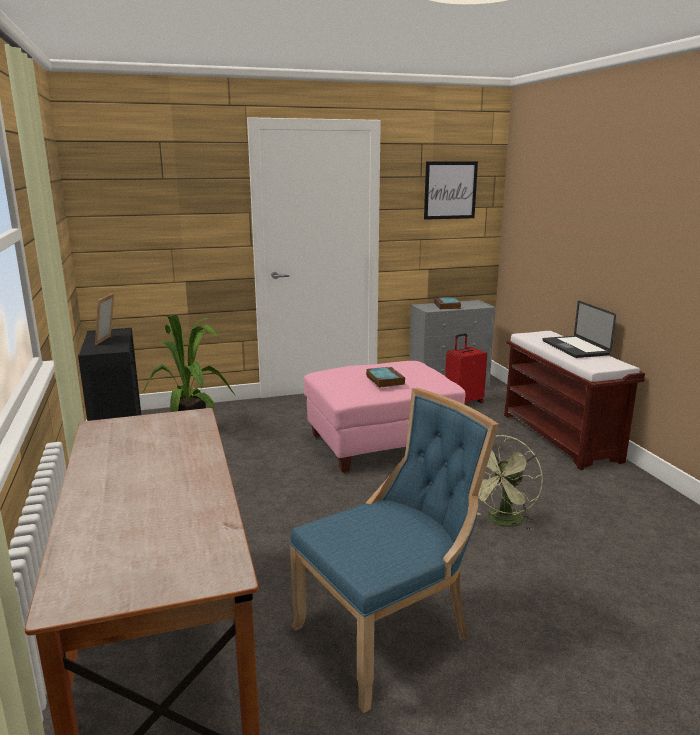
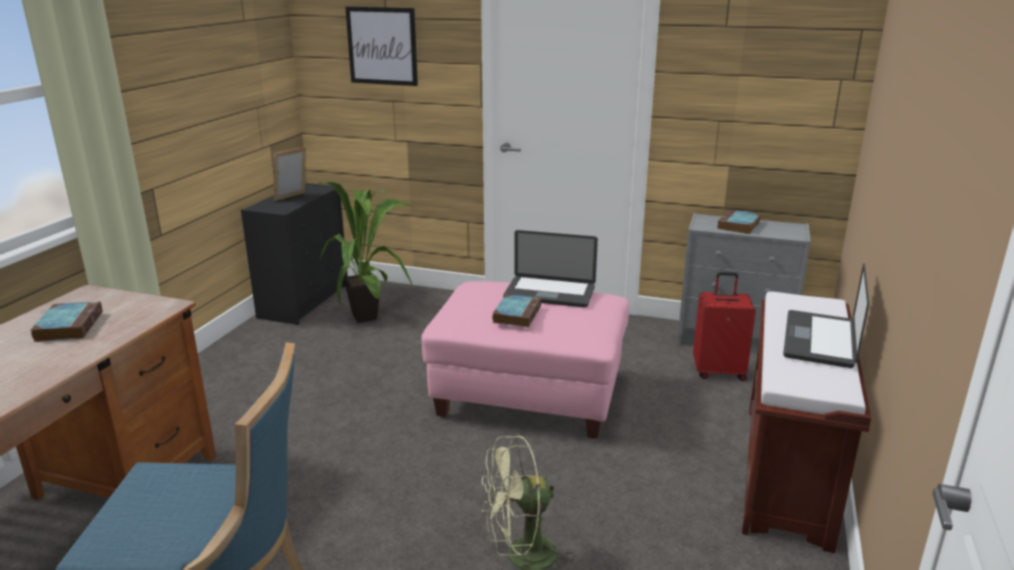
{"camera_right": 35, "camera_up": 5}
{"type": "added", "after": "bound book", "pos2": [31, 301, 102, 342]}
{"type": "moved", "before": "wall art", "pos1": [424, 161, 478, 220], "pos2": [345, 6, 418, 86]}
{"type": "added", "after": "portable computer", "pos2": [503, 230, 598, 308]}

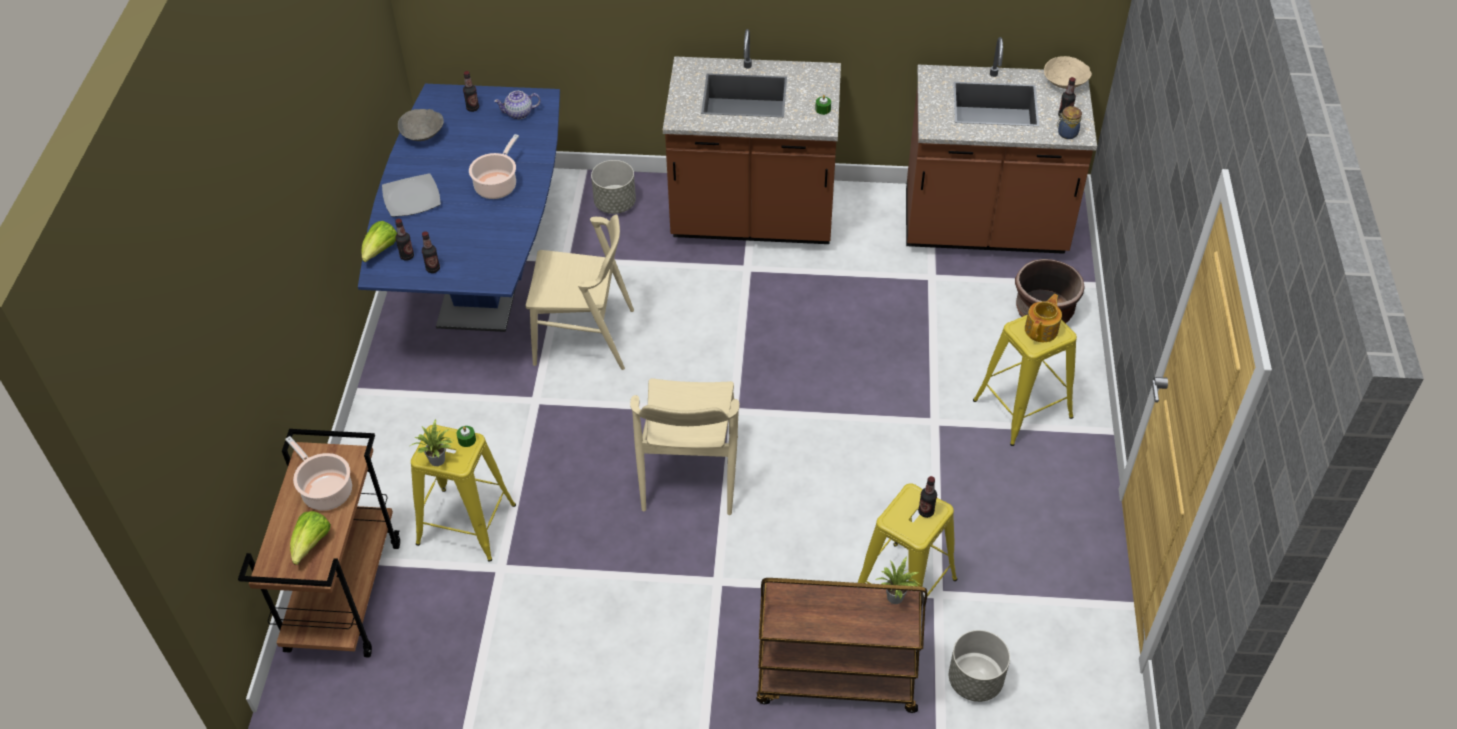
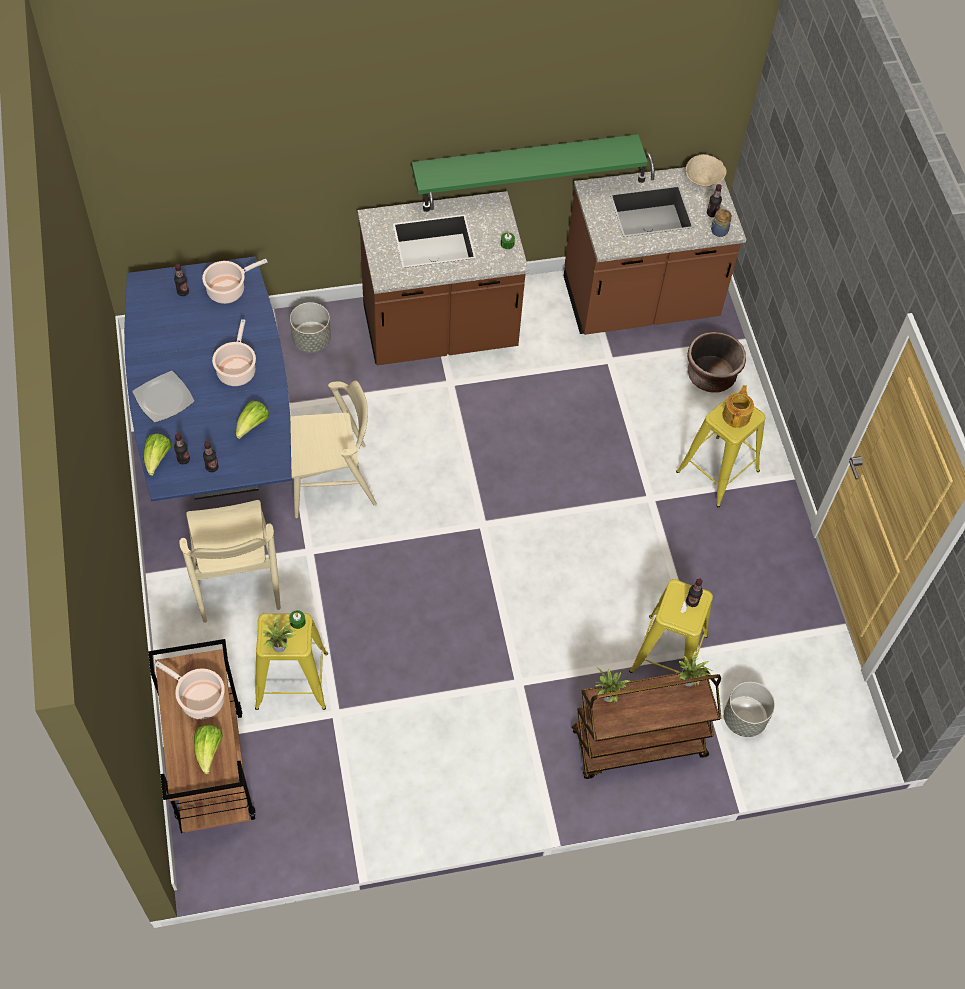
{"camera_right": -20, "camera_up": 10}
{"type": "moved", "before": "sand-coloured upright chair", "pos1": [630, 378, 739, 515], "pos2": [179, 500, 281, 623]}
{"type": "replaced", "before": "tea pot", "after": "stockpot", "pos1": [494, 91, 541, 119], "pos2": [202, 259, 268, 304]}
{"type": "added", "after": "lettuce", "pos2": [236, 401, 270, 439]}
{"type": "added", "after": "green-coloured shelf", "pos2": [412, 134, 648, 195]}
{"type": "added", "after": "houseplant", "pos2": [595, 668, 630, 702]}
{"type": "removed", "before": "greyish bowl", "pos1": [398, 109, 444, 141]}

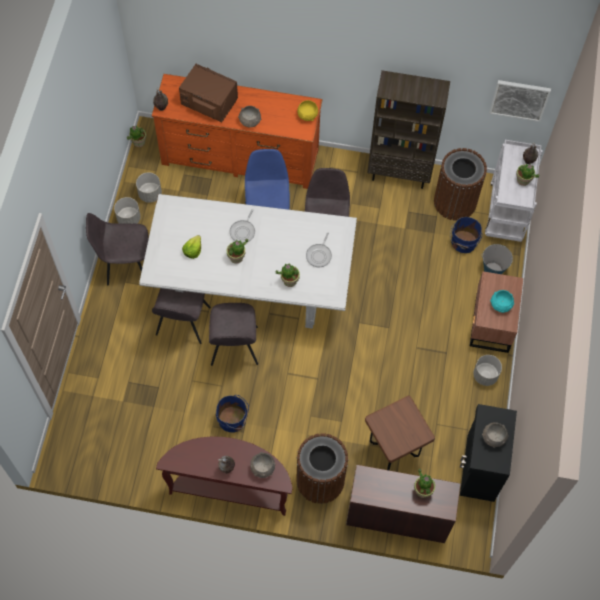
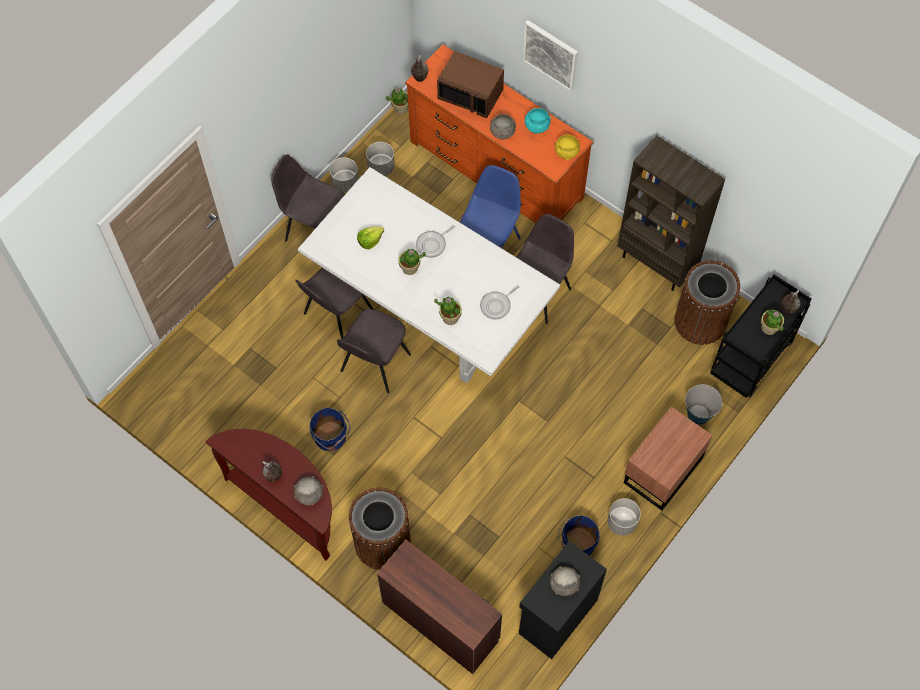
{"camera_right": 30, "camera_up": 0}
{"type": "turned", "before": "brown-coloured kitchen microwave", "pos1": [179, 64, 238, 122], "pos2": [437, 50, 504, 118], "turn": 150}
{"type": "moved", "before": "wall art", "pos1": [489, 80, 551, 122], "pos2": [523, 20, 578, 91]}
{"type": "moved", "before": "turquoise bowl", "pos1": [490, 290, 514, 313], "pos2": [525, 108, 551, 134]}
{"type": "moved", "before": "blue bucket", "pos1": [450, 217, 482, 253], "pos2": [558, 515, 600, 555]}
{"type": "recoloured", "before": "white-coloured cart", "after": "black cart", "pos1": [485, 140, 543, 242], "pos2": [710, 274, 812, 398]}
{"type": "removed", "before": "brown-coloured stool seat", "pos1": [365, 396, 435, 470]}
{"type": "removed", "before": "houseplant", "pos1": [414, 469, 435, 498]}

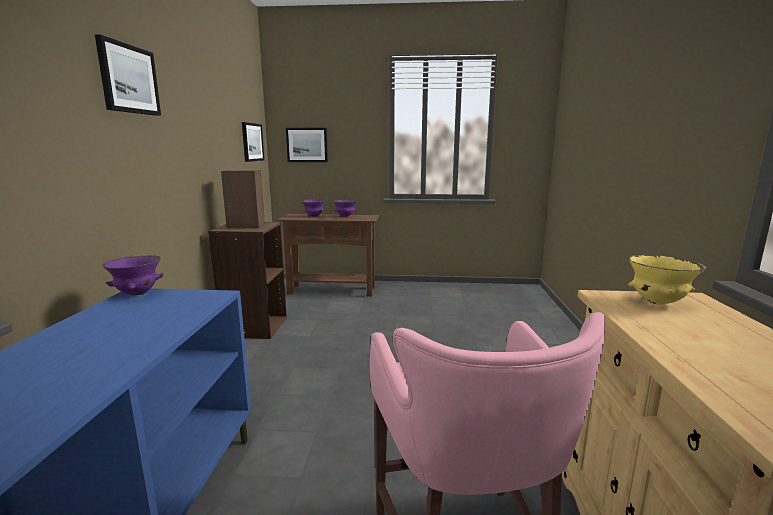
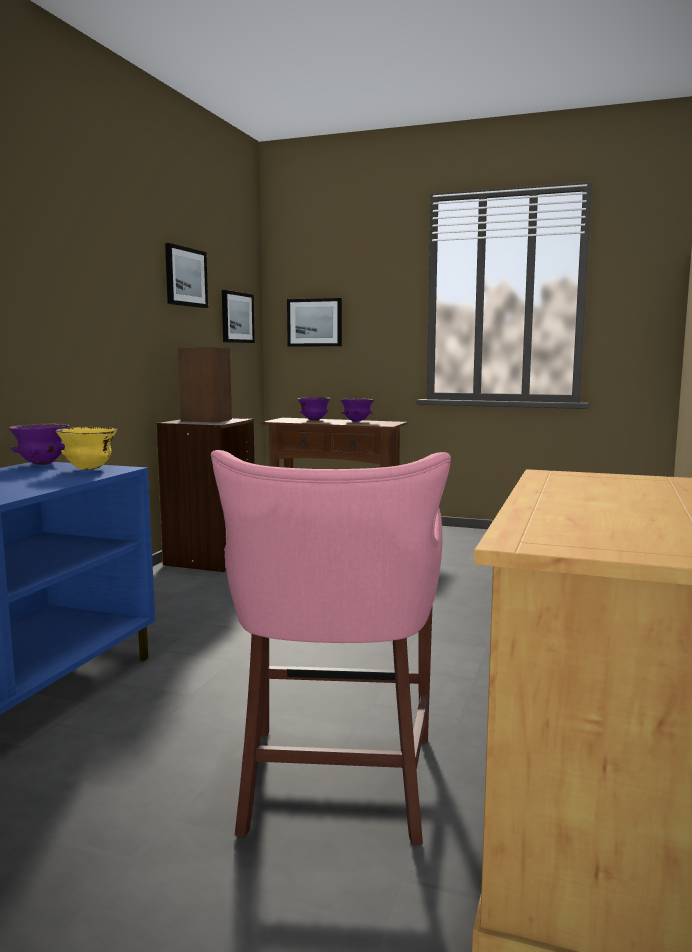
{"camera_right": 15, "camera_up": -5}
{"type": "moved", "before": "yellowish bowl", "pos1": [628, 255, 706, 305], "pos2": [56, 427, 117, 470]}
{"type": "moved", "before": "wall art", "pos1": [95, 35, 161, 116], "pos2": [165, 243, 208, 308]}

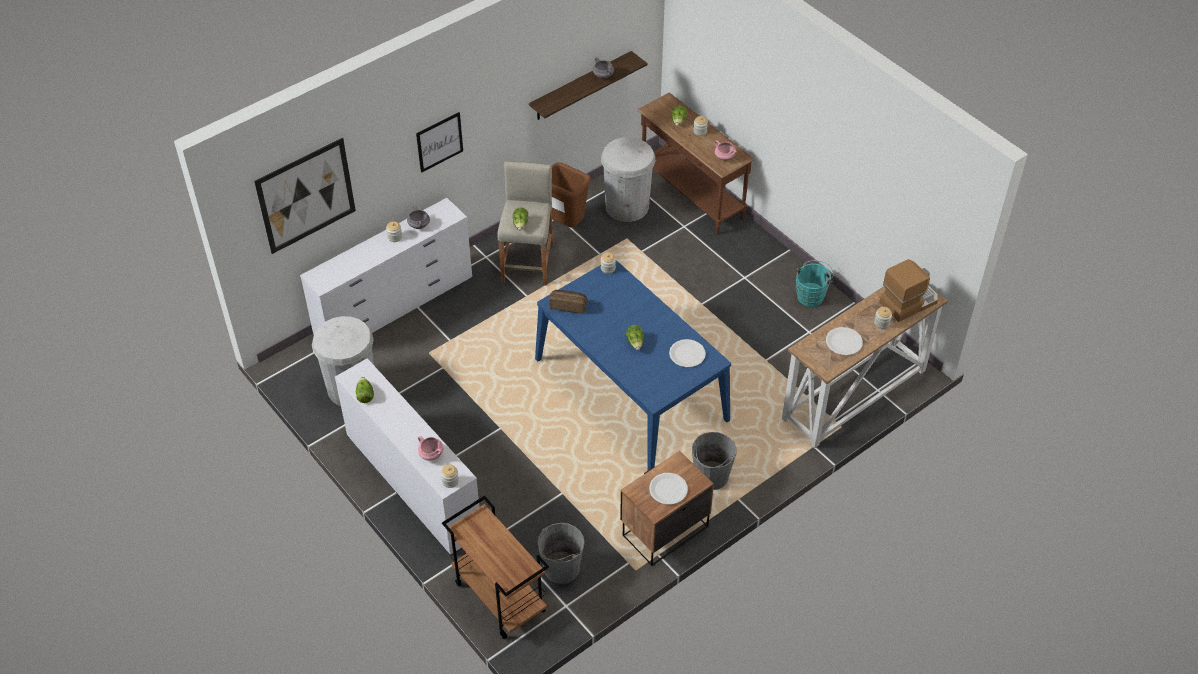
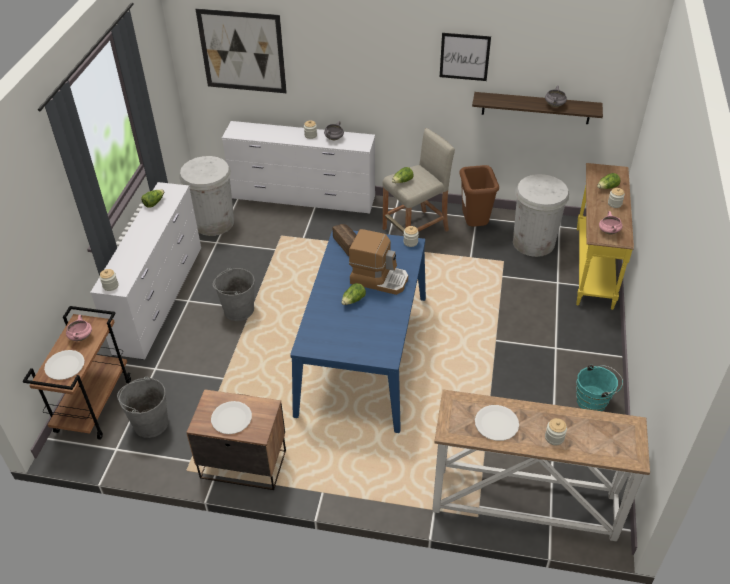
{"camera_right": 50, "camera_up": -5}
{"type": "moved", "before": "white-coloured dinner plate", "pos1": [669, 339, 706, 367], "pos2": [44, 350, 85, 380]}
{"type": "moved", "before": "pink-coloured stockpot", "pos1": [418, 436, 443, 461], "pos2": [66, 315, 92, 341]}
{"type": "moved", "before": "greyish bucket", "pos1": [692, 432, 736, 490], "pos2": [213, 267, 255, 321]}
{"type": "moved", "before": "coffee brewer", "pos1": [879, 259, 938, 322], "pos2": [349, 229, 408, 295]}
{"type": "moved", "before": "wall art", "pos1": [416, 112, 463, 173], "pos2": [440, 33, 491, 81]}
{"type": "recoloured", "before": "brown-coloured narrow table", "after": "yellowish narrow table", "pos1": [637, 92, 754, 234], "pos2": [576, 163, 634, 310]}

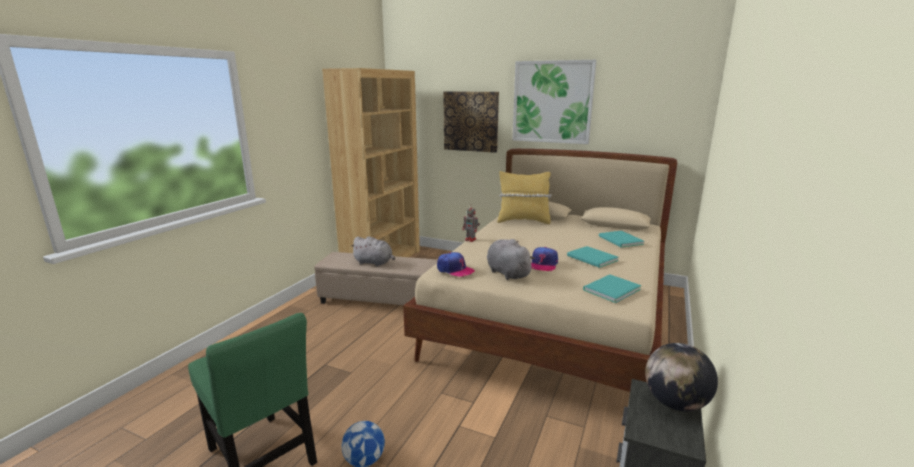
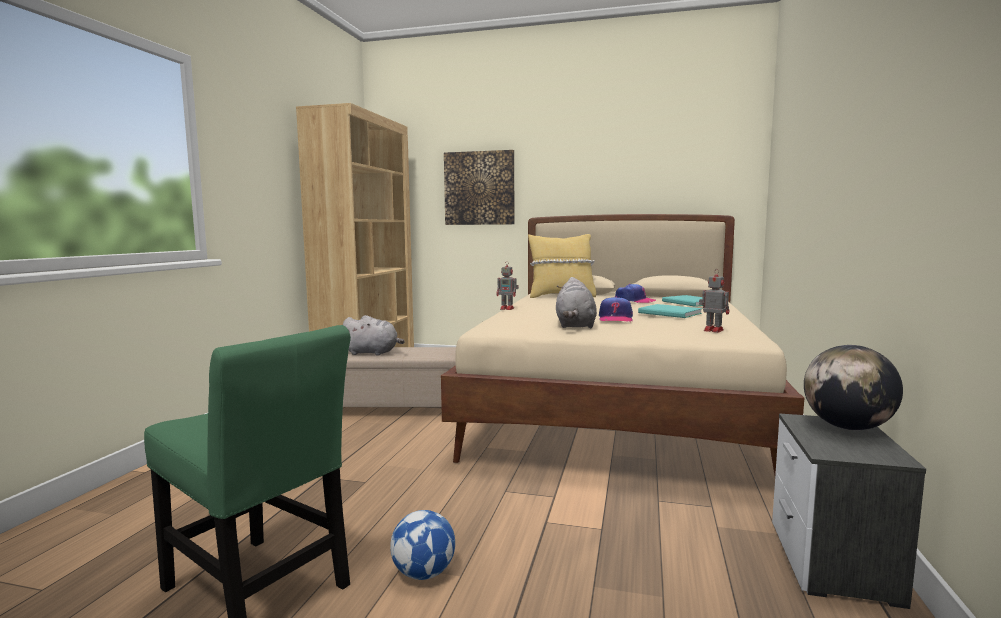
{"camera_right": -10, "camera_up": -10}
{"type": "turned", "before": "greyish plush toy", "pos1": [487, 239, 535, 280], "pos2": [556, 277, 597, 328], "turn": -135}
{"type": "moved", "before": "cap", "pos1": [437, 252, 475, 277], "pos2": [615, 284, 656, 303]}
{"type": "replaced", "before": "turquoise bound book", "after": "toy robot", "pos1": [583, 275, 641, 303], "pos2": [699, 269, 729, 333]}
{"type": "removed", "before": "wall art", "pos1": [512, 60, 597, 144]}

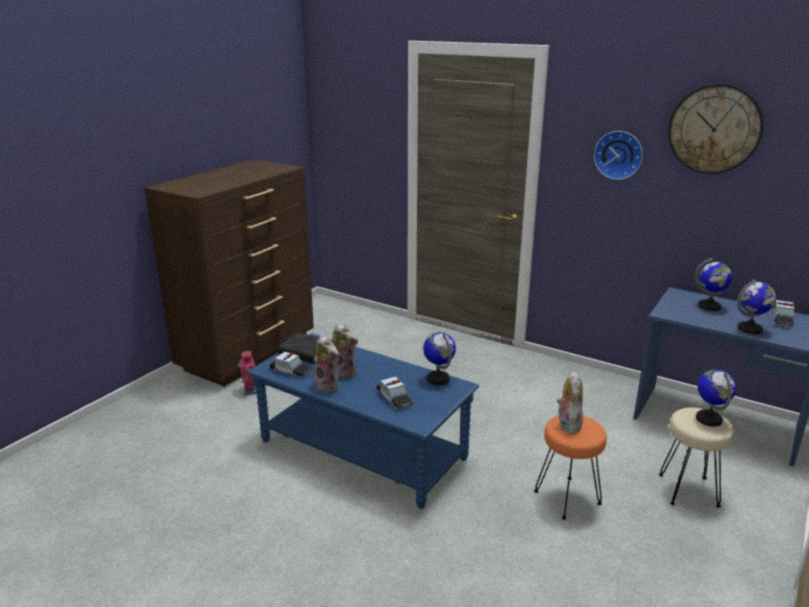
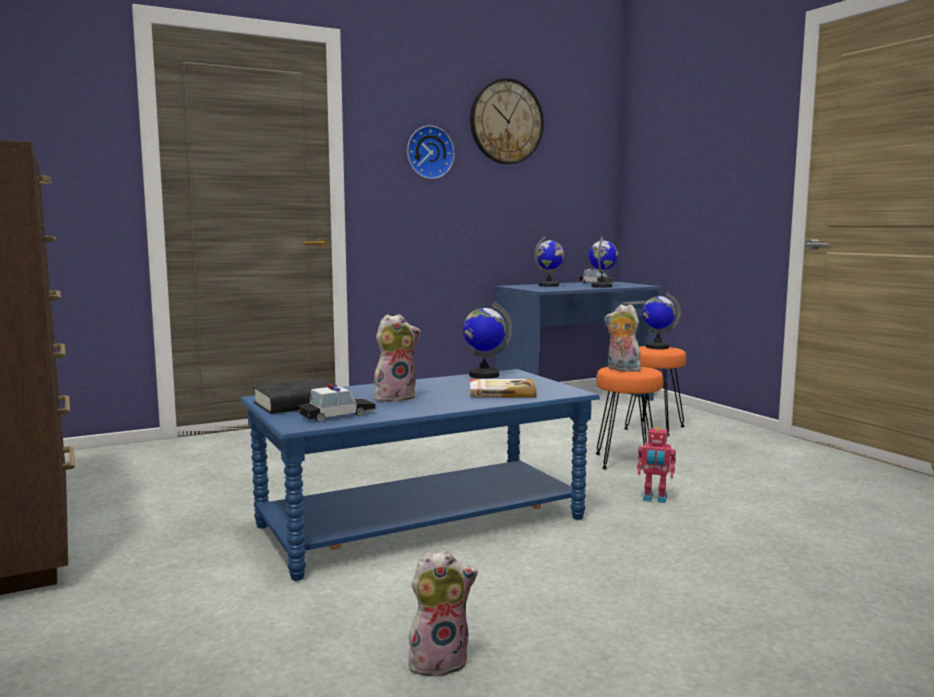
{"camera_right": -60, "camera_up": -15}
{"type": "moved", "before": "plush toy", "pos1": [314, 335, 339, 393], "pos2": [409, 550, 478, 677]}
{"type": "replaced", "before": "toy car", "after": "bound book", "pos1": [377, 377, 413, 410], "pos2": [470, 379, 537, 397]}
{"type": "recoloured", "before": "sand-coloured stool seat", "after": "orangey stool seat", "pos1": [659, 407, 734, 508], "pos2": [624, 346, 686, 436]}
{"type": "moved", "before": "toy robot", "pos1": [238, 349, 257, 395], "pos2": [637, 427, 676, 503]}

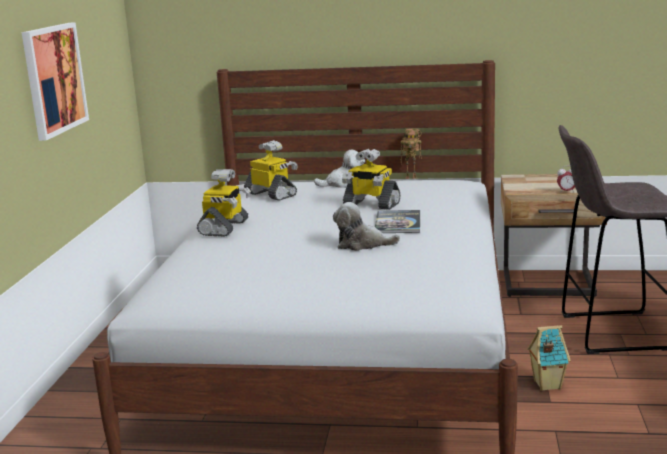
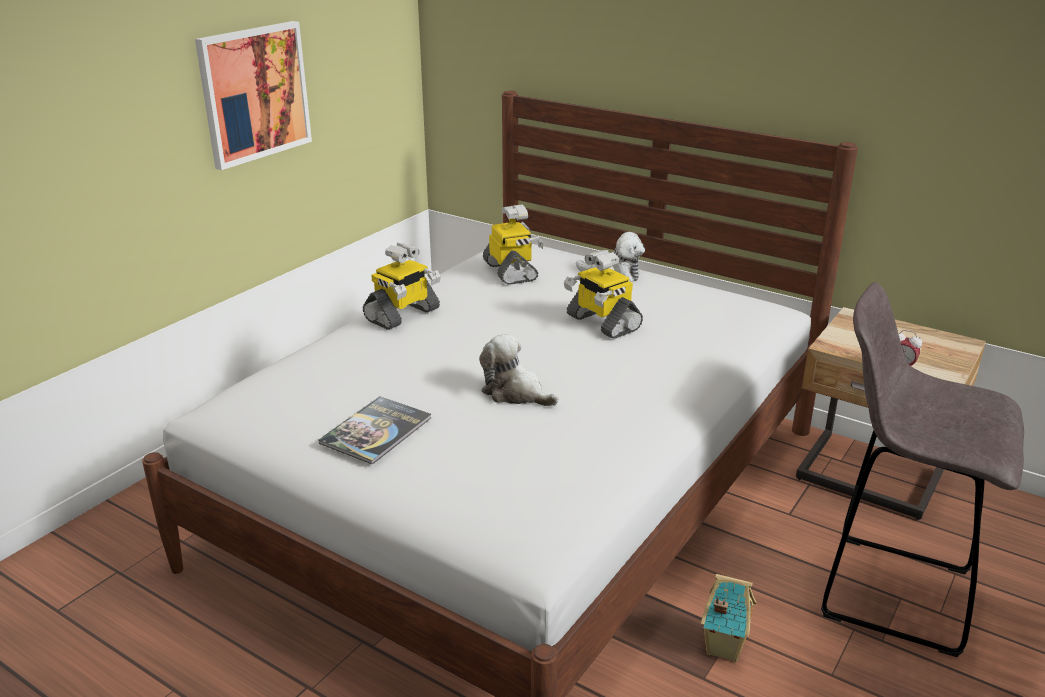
{"camera_right": 25, "camera_up": 10}
{"type": "moved", "before": "bound book", "pos1": [375, 210, 420, 233], "pos2": [318, 396, 431, 465]}
{"type": "removed", "before": "toy robot", "pos1": [401, 128, 422, 179]}

